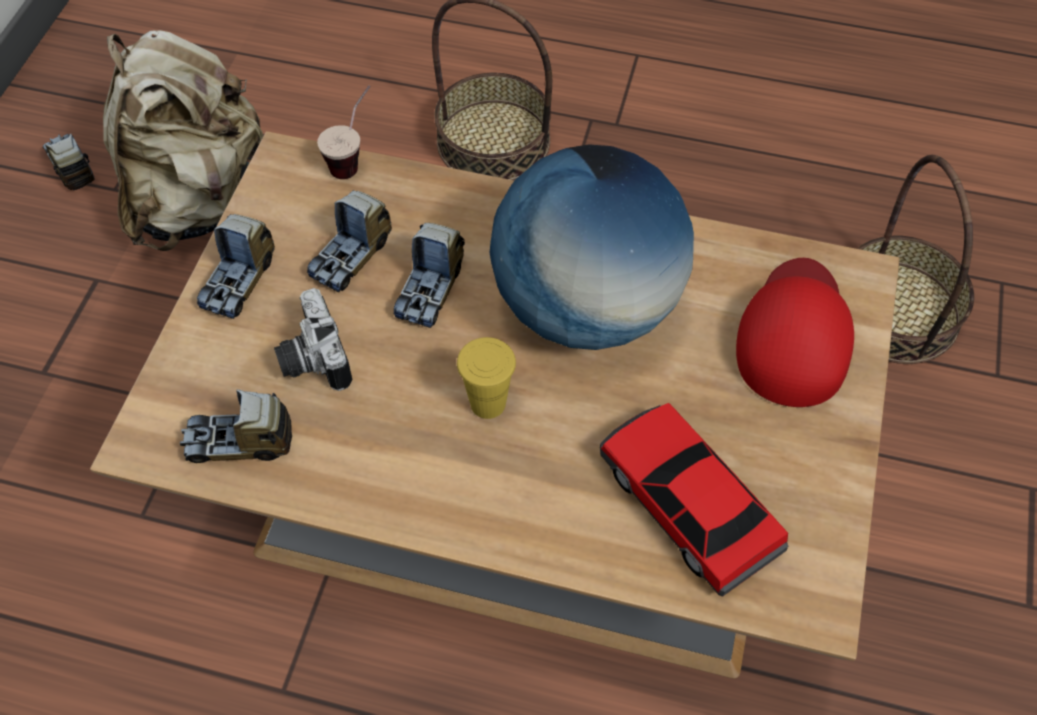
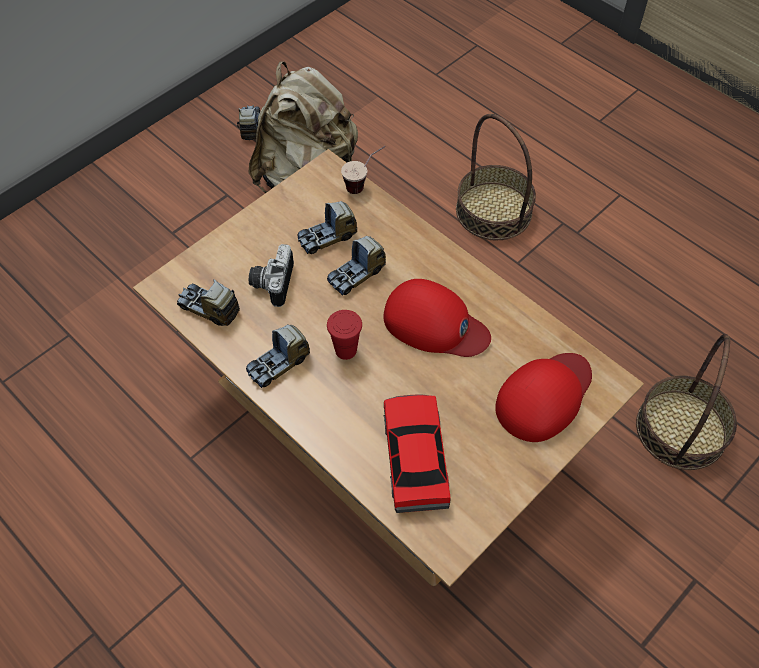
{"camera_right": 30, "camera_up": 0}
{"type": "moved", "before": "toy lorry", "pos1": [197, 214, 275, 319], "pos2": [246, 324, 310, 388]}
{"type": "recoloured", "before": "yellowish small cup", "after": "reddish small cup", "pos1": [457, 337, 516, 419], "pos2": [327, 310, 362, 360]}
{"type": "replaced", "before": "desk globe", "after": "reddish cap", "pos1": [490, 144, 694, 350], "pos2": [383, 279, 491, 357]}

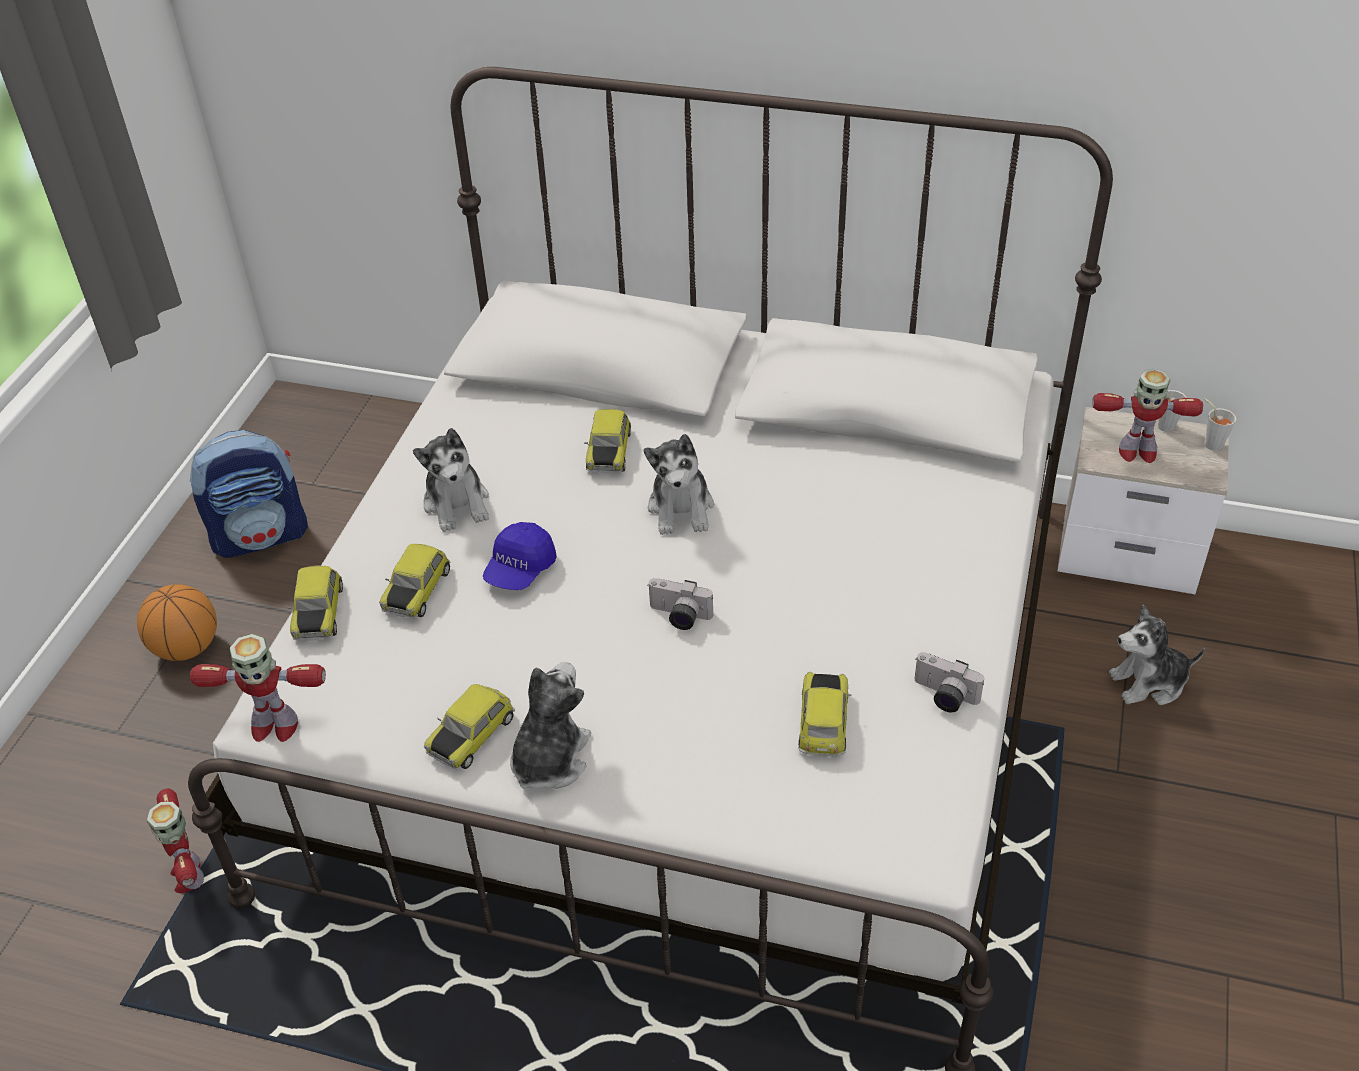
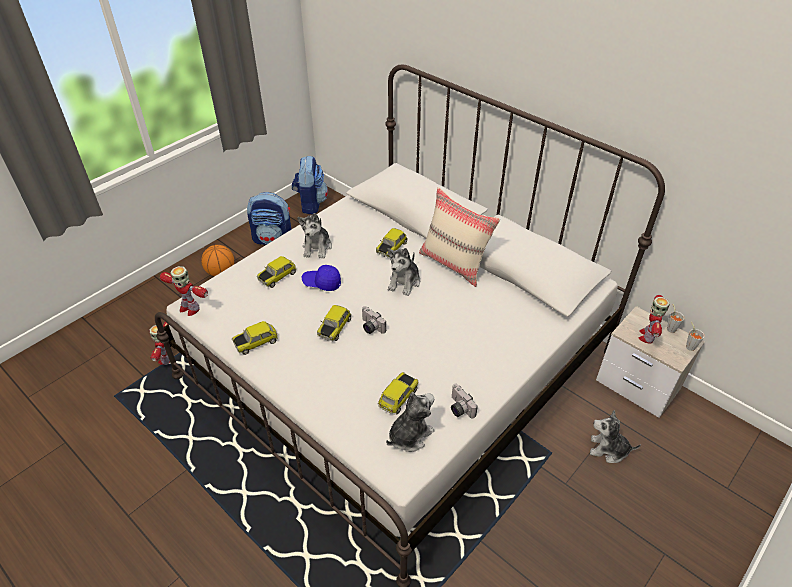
{"camera_right": 25, "camera_up": 0}
{"type": "added", "after": "backpack", "pos2": [292, 156, 328, 215]}
{"type": "turned", "before": "blue cap", "pos1": [483, 522, 557, 590], "pos2": [302, 265, 341, 291], "turn": 45}
{"type": "moved", "before": "toy car", "pos1": [288, 566, 343, 641], "pos2": [317, 305, 352, 341]}
{"type": "moved", "before": "plush toy", "pos1": [510, 662, 591, 789], "pos2": [386, 392, 435, 452]}
{"type": "added", "after": "sand-coloured throw pillow", "pos2": [419, 187, 500, 287]}
{"type": "turned", "before": "toy robot", "pos1": [1092, 369, 1203, 463], "pos2": [639, 295, 670, 344], "turn": 75}

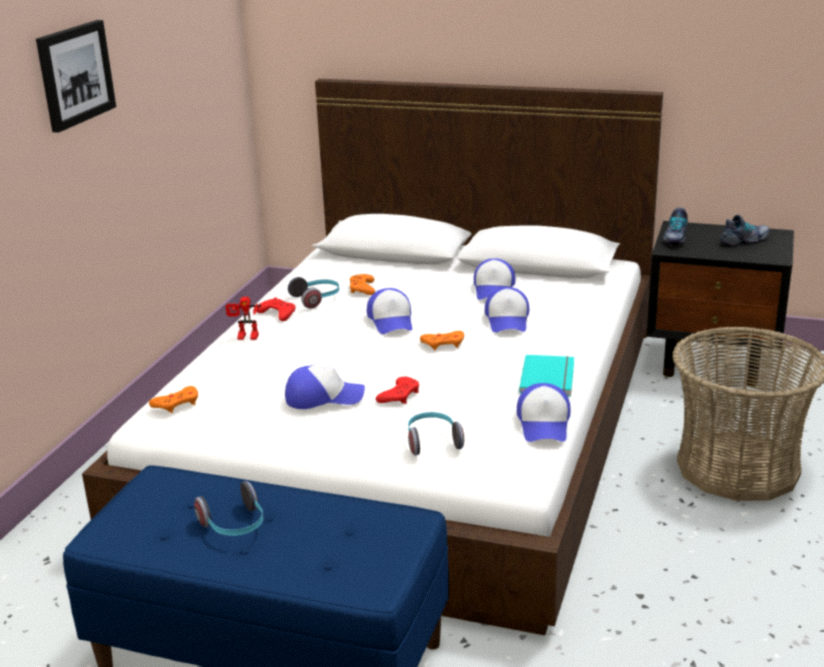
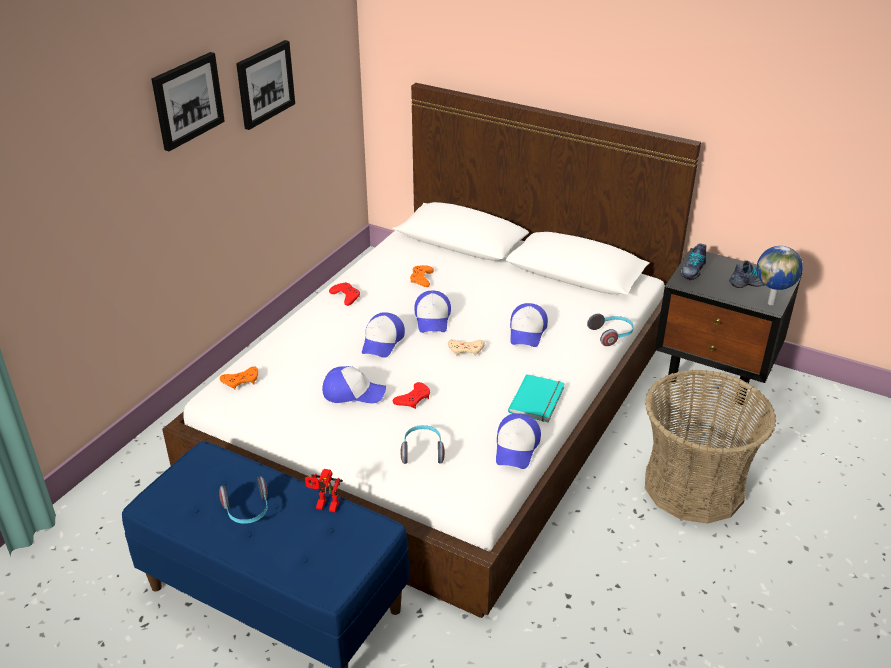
{"camera_right": 10, "camera_up": 10}
{"type": "added", "after": "wall art", "pos2": [236, 40, 295, 130]}
{"type": "moved", "before": "toy robot", "pos1": [226, 297, 261, 340], "pos2": [305, 469, 343, 512]}
{"type": "moved", "before": "cap", "pos1": [474, 258, 515, 300], "pos2": [362, 312, 405, 358]}
{"type": "recoloured", "before": "orangey joypad", "after": "sand-coloured joypad", "pos1": [420, 331, 464, 350], "pos2": [448, 340, 485, 356]}
{"type": "moved", "before": "headphones", "pos1": [288, 277, 339, 309], "pos2": [587, 313, 634, 346]}
{"type": "added", "after": "desk globe", "pos2": [757, 246, 803, 305]}

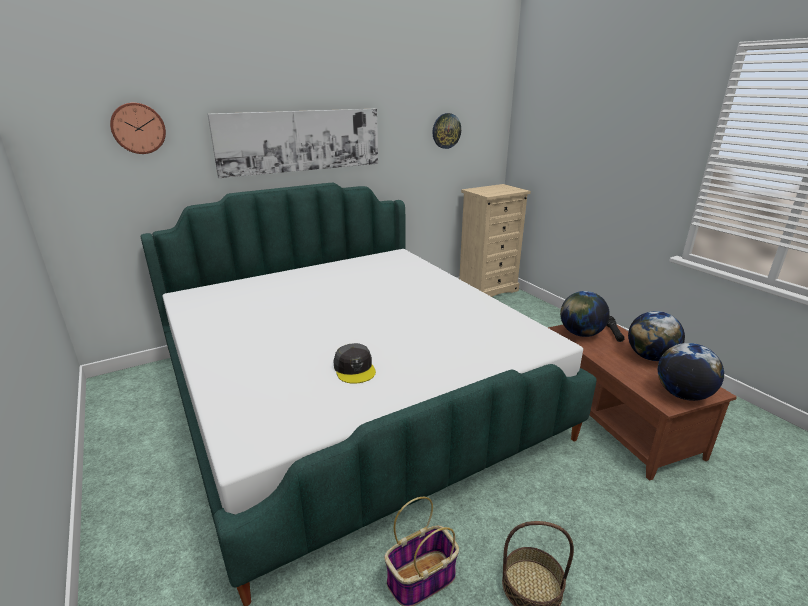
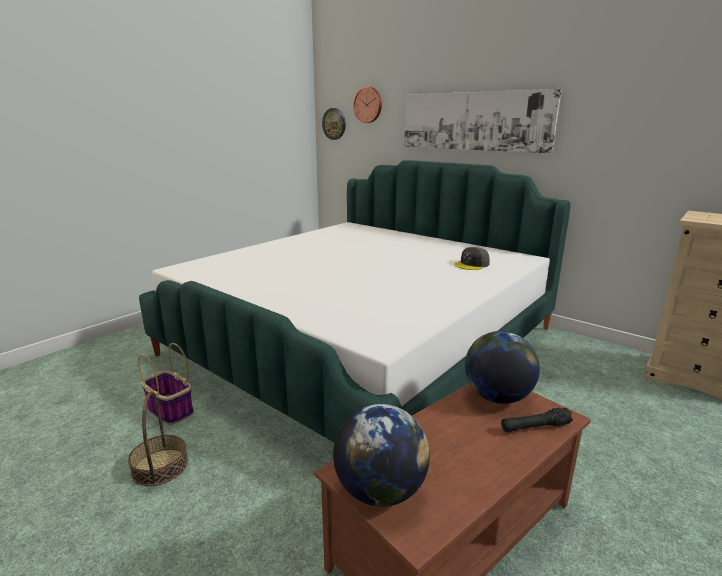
{"camera_right": 70, "camera_up": -5}
{"type": "moved", "before": "wall clock", "pos1": [432, 113, 461, 149], "pos2": [322, 108, 346, 140]}
{"type": "moved", "before": "greyish cap", "pos1": [334, 343, 376, 384], "pos2": [454, 247, 490, 270]}
{"type": "removed", "before": "desk globe", "pos1": [628, 311, 685, 361]}

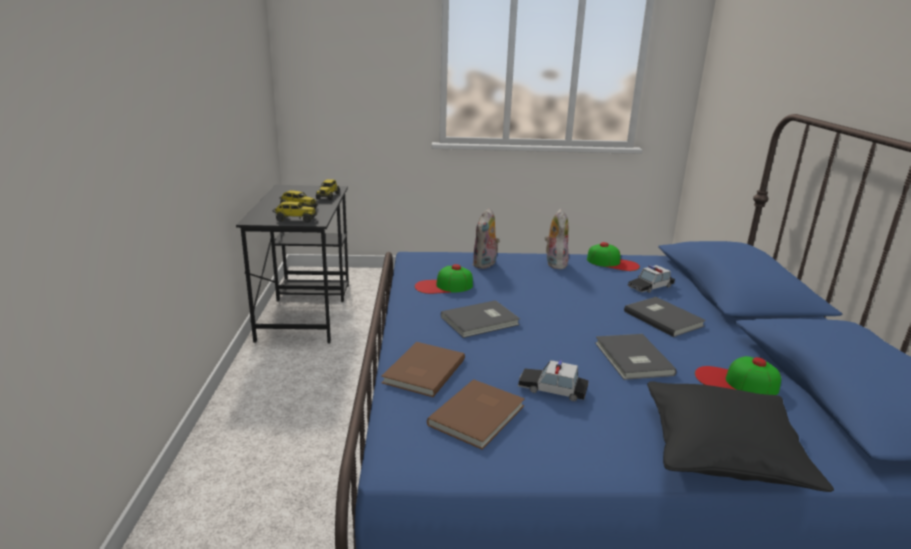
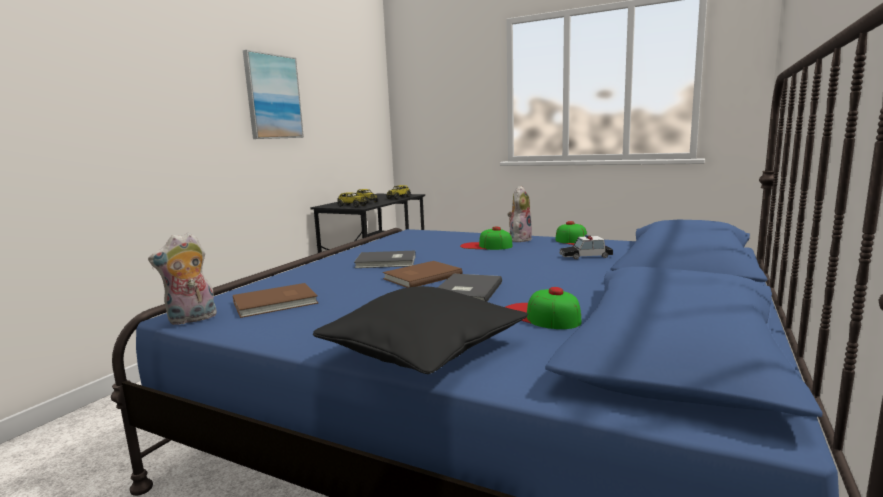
{"camera_right": 30, "camera_up": -10}
{"type": "moved", "before": "plush toy", "pos1": [472, 208, 500, 269], "pos2": [148, 232, 217, 325]}
{"type": "added", "after": "wall art", "pos2": [243, 50, 304, 139]}
{"type": "moved", "before": "brown-coloured bound book", "pos1": [381, 342, 465, 397], "pos2": [383, 261, 462, 288]}
{"type": "moved", "before": "cap", "pos1": [415, 264, 473, 294], "pos2": [460, 227, 512, 250]}
{"type": "removed", "before": "toy car", "pos1": [518, 360, 589, 401]}
{"type": "removed", "before": "greyish bound book", "pos1": [624, 297, 706, 337]}

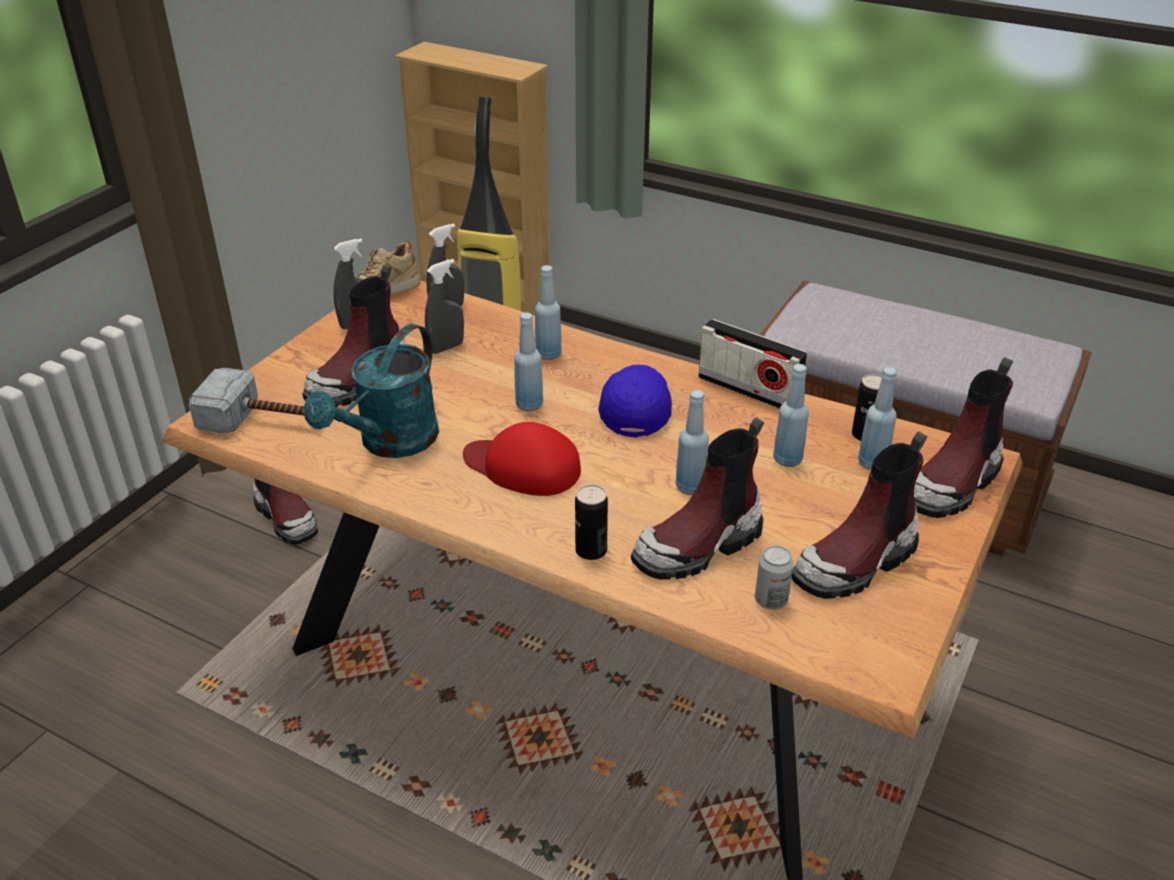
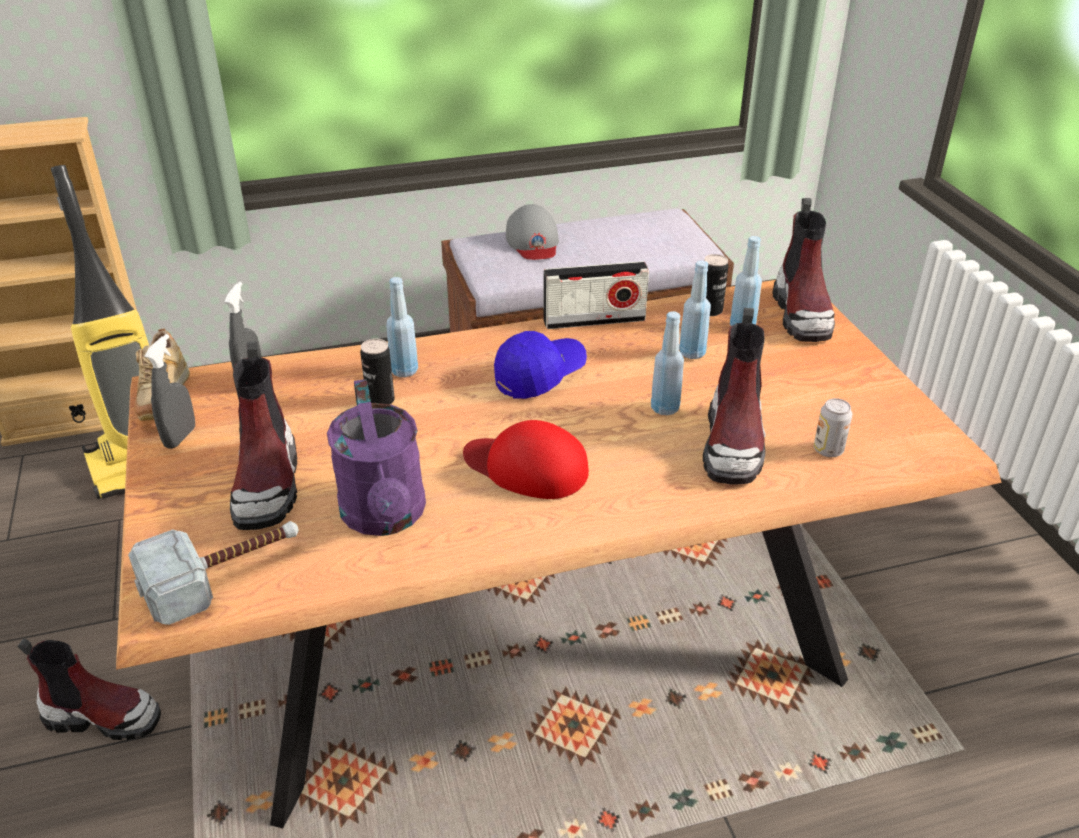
{"camera_right": -45, "camera_up": 0}
{"type": "recoloured", "before": "turquoise watering pot", "after": "purplish watering pot", "pos1": [304, 324, 439, 458], "pos2": [327, 379, 426, 536]}
{"type": "moved", "before": "sealed can", "pos1": [575, 485, 608, 560], "pos2": [360, 339, 395, 404]}
{"type": "turned", "before": "reddish cap", "pos1": [463, 422, 581, 496], "pos2": [463, 420, 589, 499], "turn": 45}
{"type": "turned", "before": "blue cap", "pos1": [598, 364, 672, 437], "pos2": [494, 331, 587, 399], "turn": 90}
{"type": "added", "after": "greyish cap", "pos2": [506, 204, 559, 260]}
{"type": "removed", "before": "greyish sprayer", "pos1": [425, 259, 464, 354]}
{"type": "removed", "before": "blue beverage bottle", "pos1": [514, 312, 543, 411]}
{"type": "removed", "before": "boot", "pos1": [792, 431, 927, 599]}

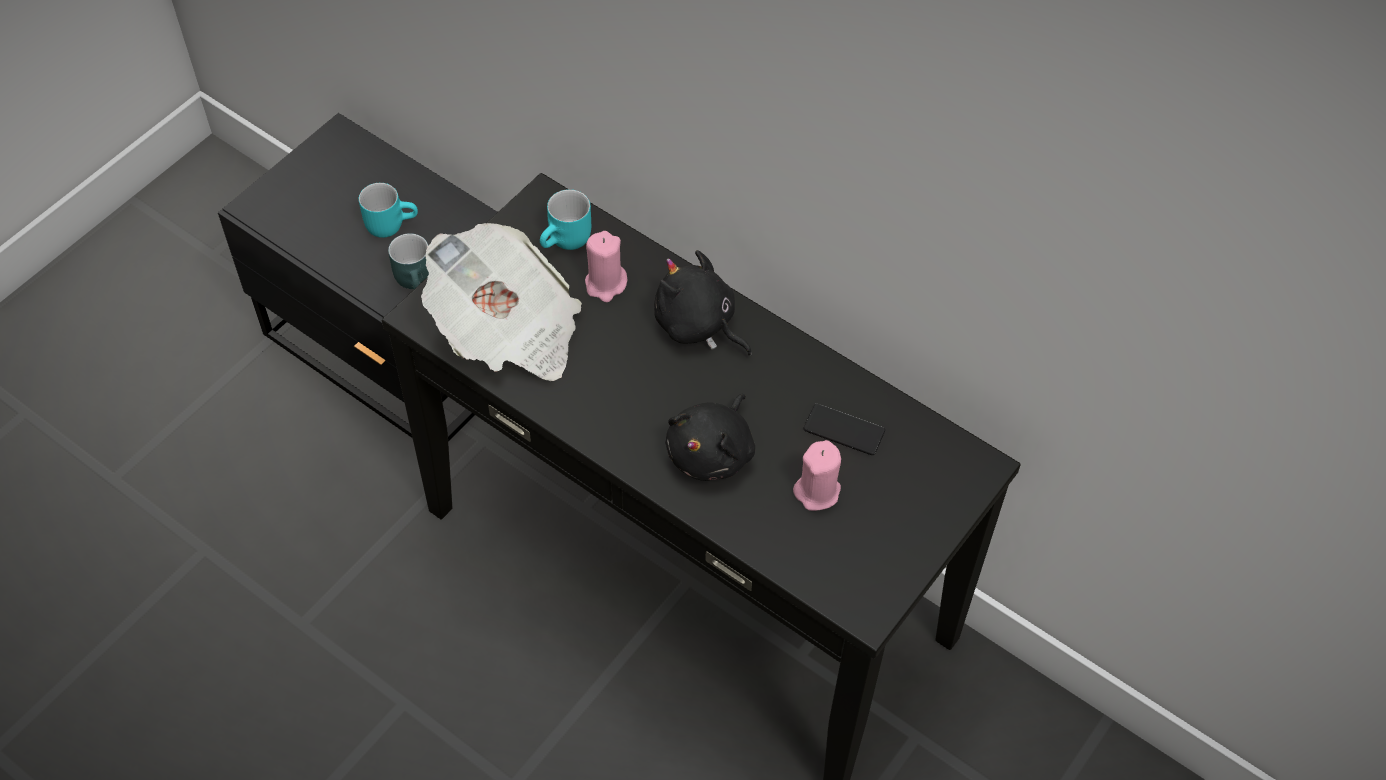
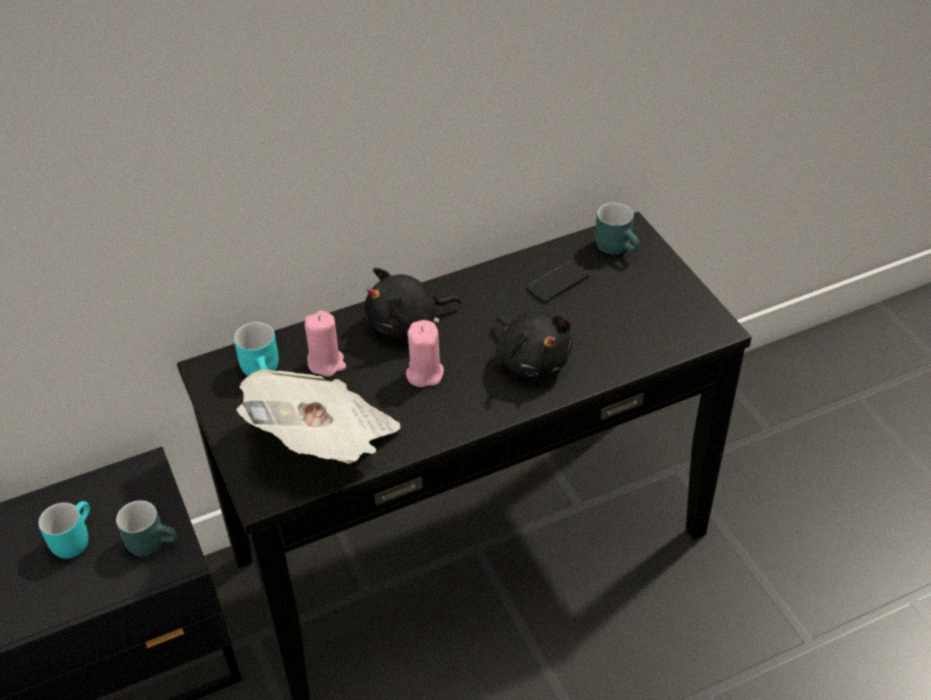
{"camera_right": -60, "camera_up": -10}
{"type": "moved", "before": "pink-coloured wax candle", "pos1": [793, 440, 841, 511], "pos2": [406, 320, 444, 387]}
{"type": "added", "after": "turquoise coffee mug", "pos2": [595, 202, 639, 255]}

